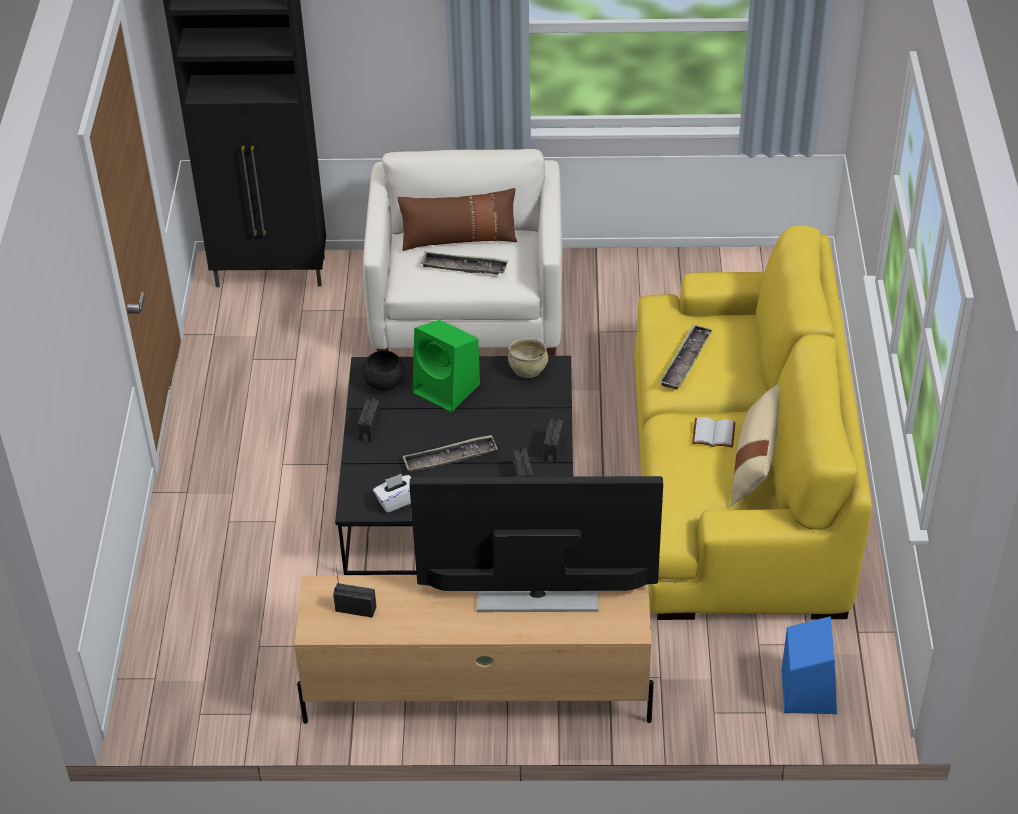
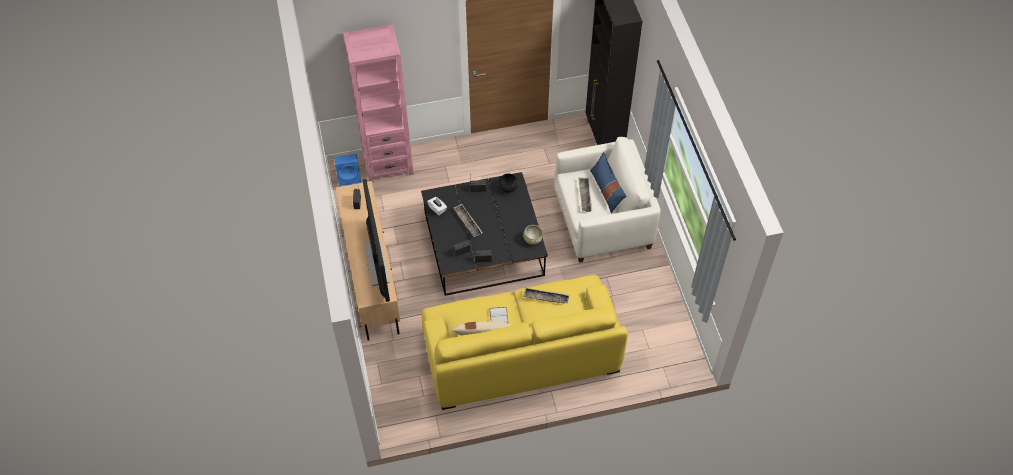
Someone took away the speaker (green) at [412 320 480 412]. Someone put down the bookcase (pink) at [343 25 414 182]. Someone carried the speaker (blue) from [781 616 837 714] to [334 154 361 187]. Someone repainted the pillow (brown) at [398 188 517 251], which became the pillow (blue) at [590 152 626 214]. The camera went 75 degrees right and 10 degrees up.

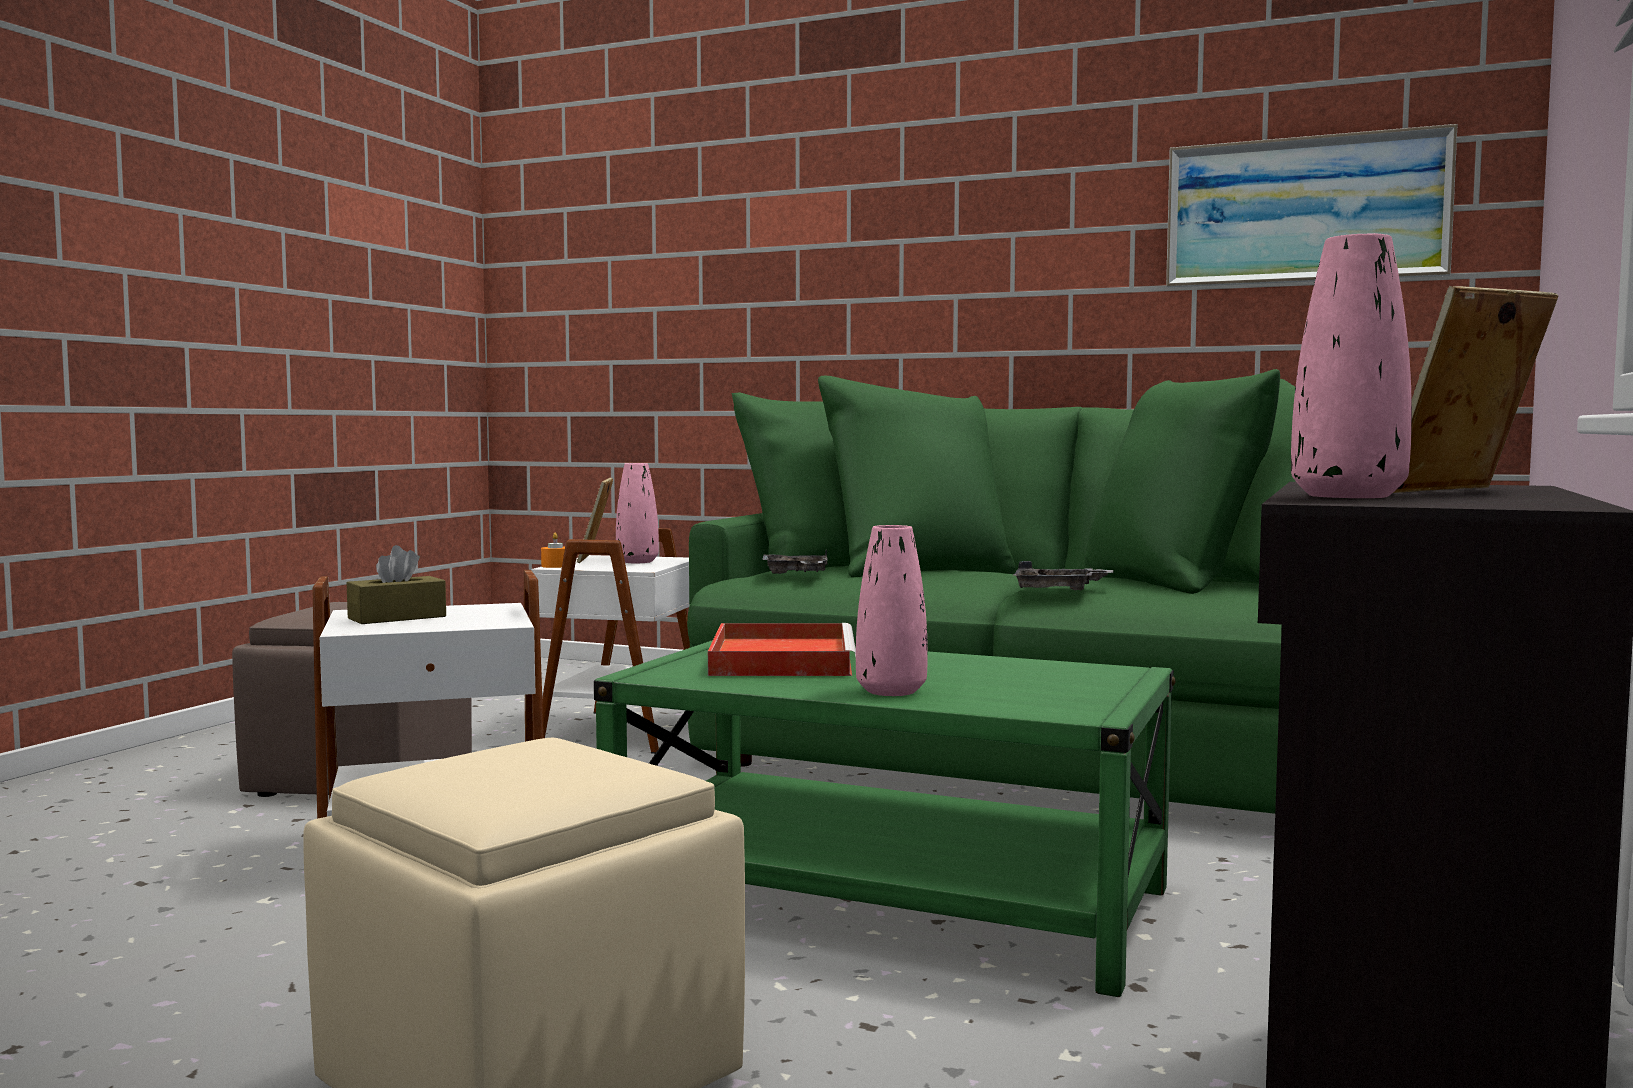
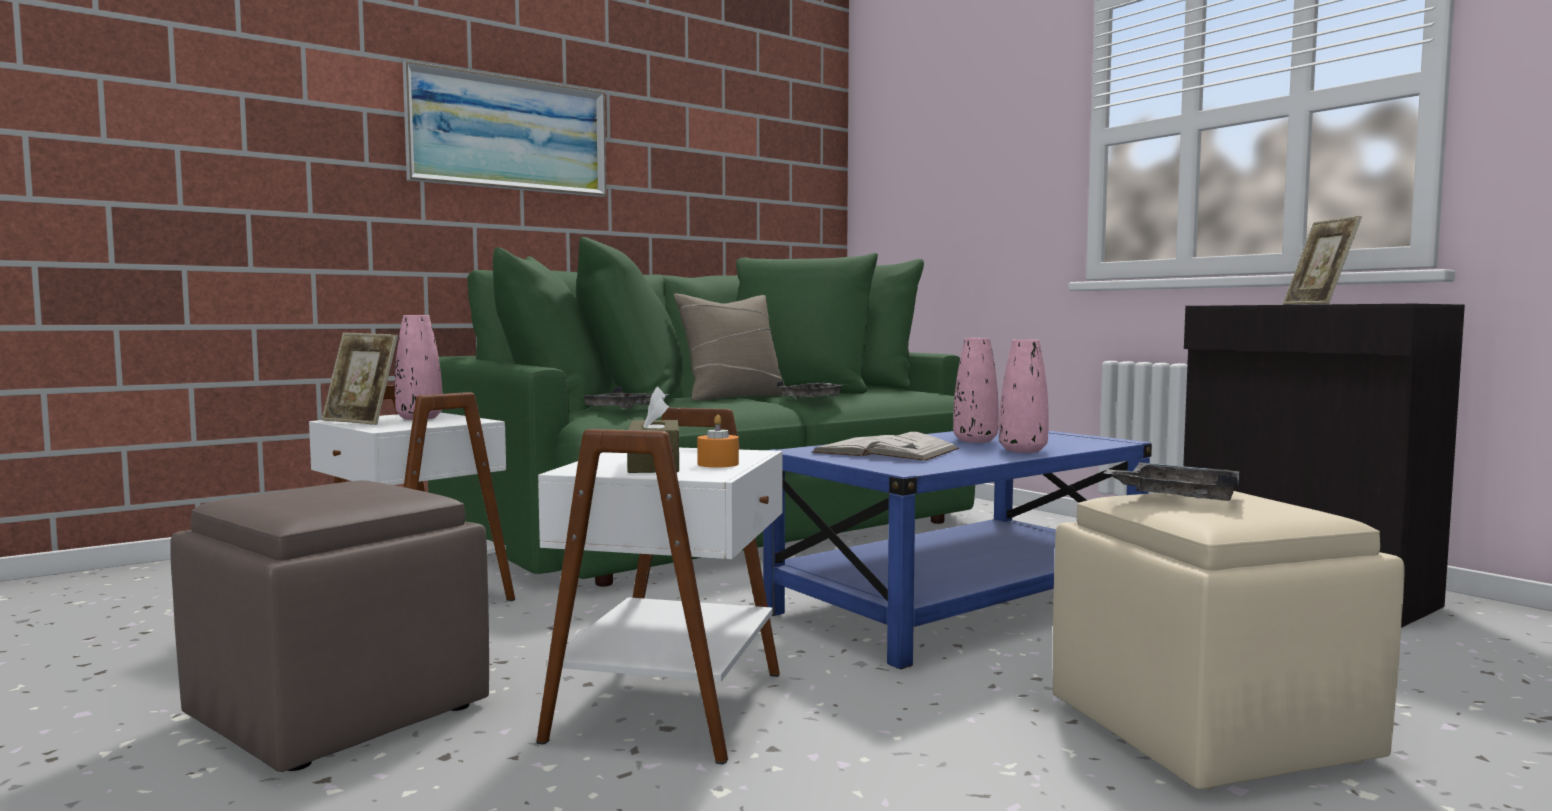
Someone put down the pillow (beige) at [674 294 785 401]. Someone put down the tray (grey) at [1104 462 1239 501]. Someone carried the candle (orange) from [541 533 565 568] to [697 415 739 468]. Someone carried the picture from [1166 124 1458 287] to [403 61 607 197]. Someone carried the vase (pink) from [1291 233 1412 498] to [953 338 999 443]. Someone swapped the tray (red) at [708 623 856 676] for the book (white) at [812 432 959 461]. Someone repainted the coffee table (green) at [594 640 1176 997], which became the coffee table (blue) at [763 426 1152 669]. The camera went 60 degrees left and 0 degrees up.

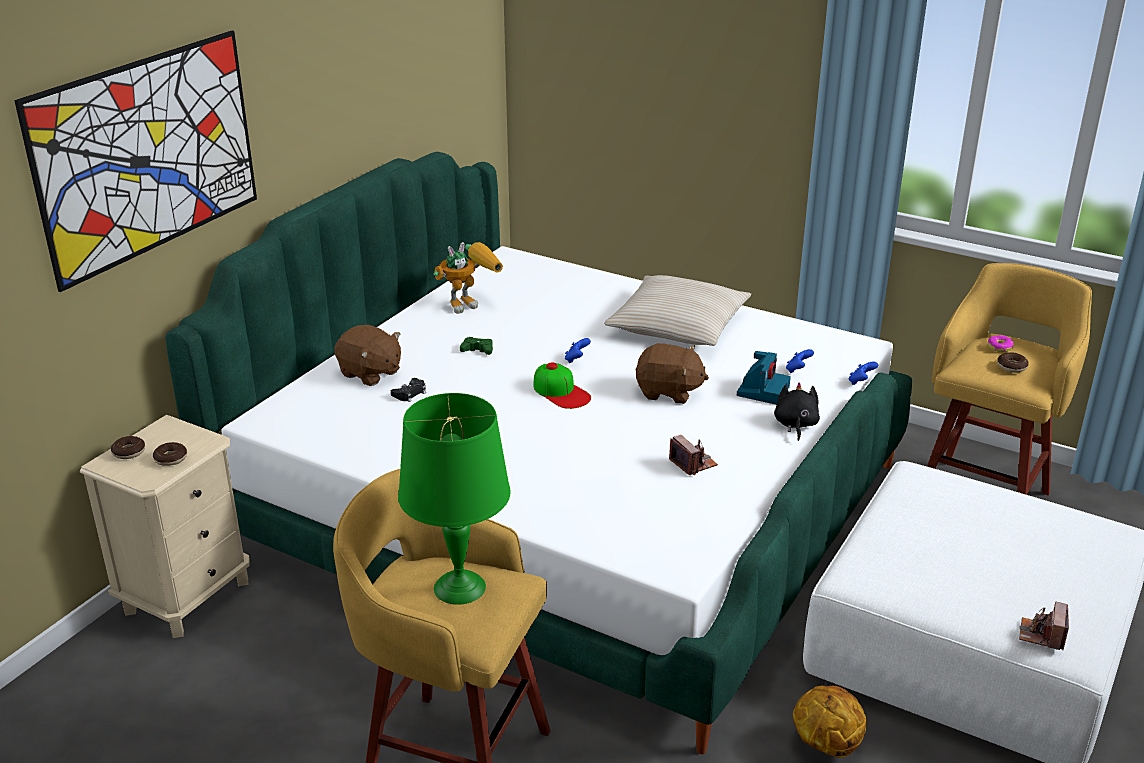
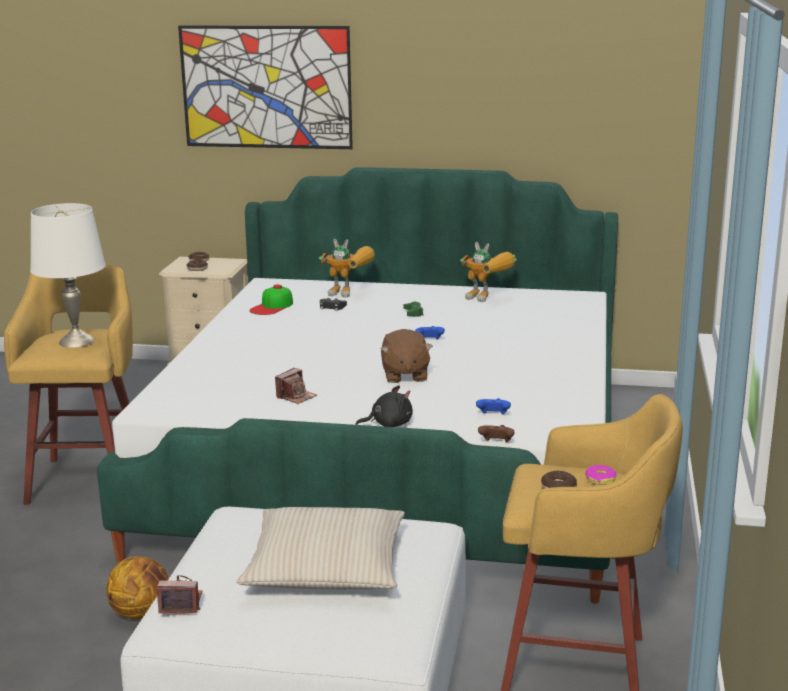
Someone took away the photo camera at [737 351 791 405]. Someone carried the cap from [533 363 591 409] to [249 284 293 315]. Someone carried the pillow (beige) from [604 275 751 346] to [236 507 405 589]. Someone swapped the plush toy (brown) at [334 325 401 386] for the toy robot at [319 239 375 297]. Someone repainted the table lamp (green) at [398 393 510 605], which became the table lamp (white) at [30 203 106 348]. Someone repainted the game controller (blue) at [849 361 878 385], which became the game controller (brown) at [478 425 515 442]. The camera went 70 degrees right and 10 degrees down.

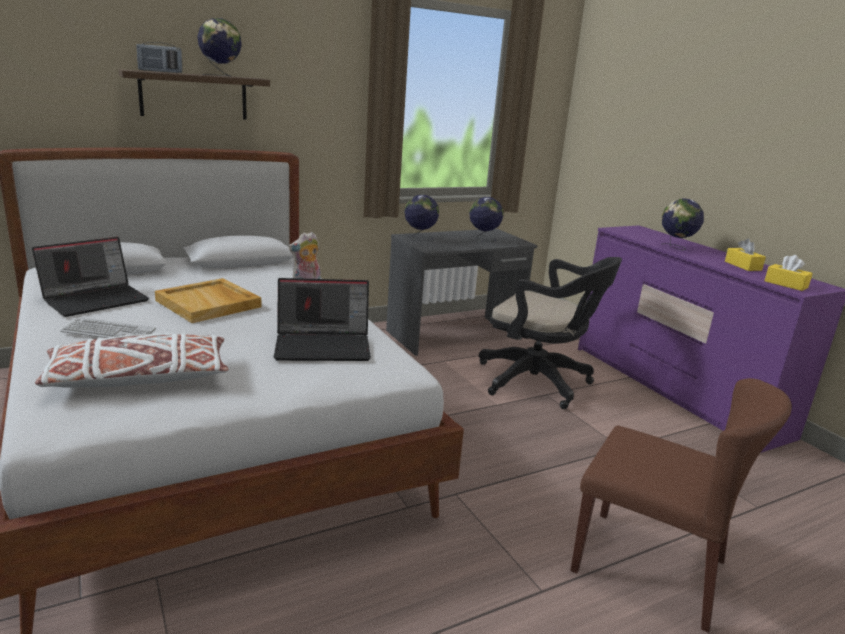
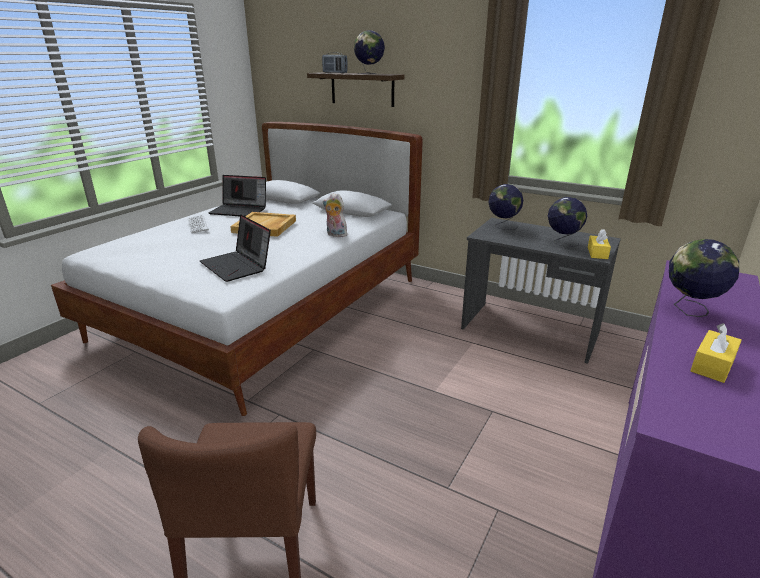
Someone took away the pillow (white) at [35 333 229 387]. Someone took away the office chair (black) at [479 257 622 409]. Someone carried the tissue box (yellow) from [765 255 813 291] to [588 229 611 259]. The camera went 60 degrees right and 5 degrees up.

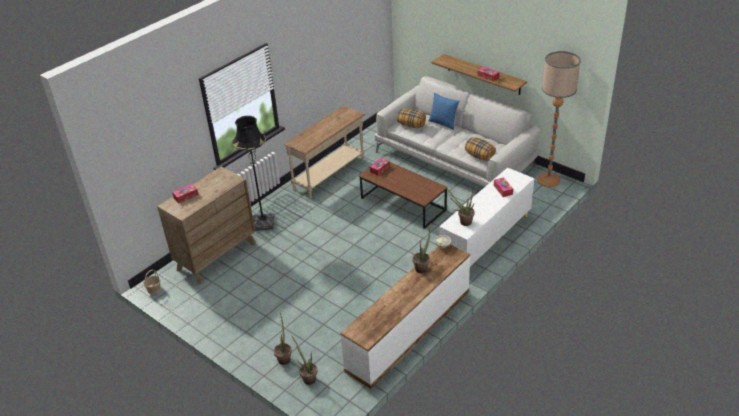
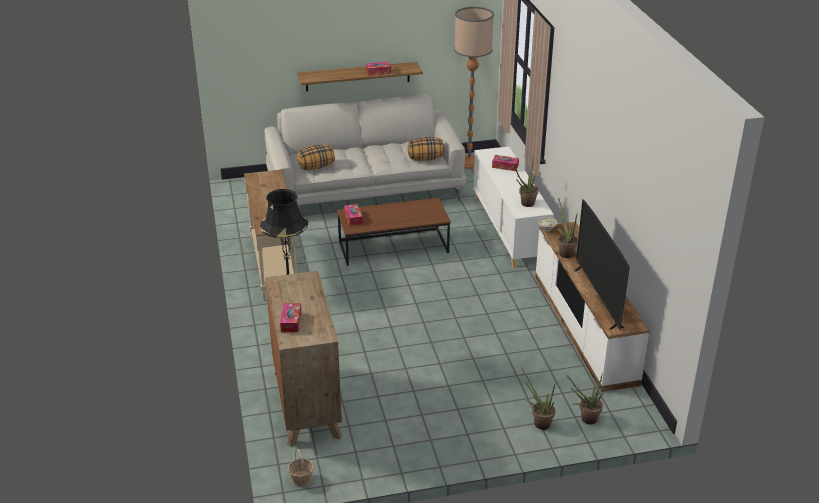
Someone took away the pillow (blue) at [428 92 460 130]. Someone put down the television at [575 199 630 330]. The camera went 55 degrees left and 5 degrees down.

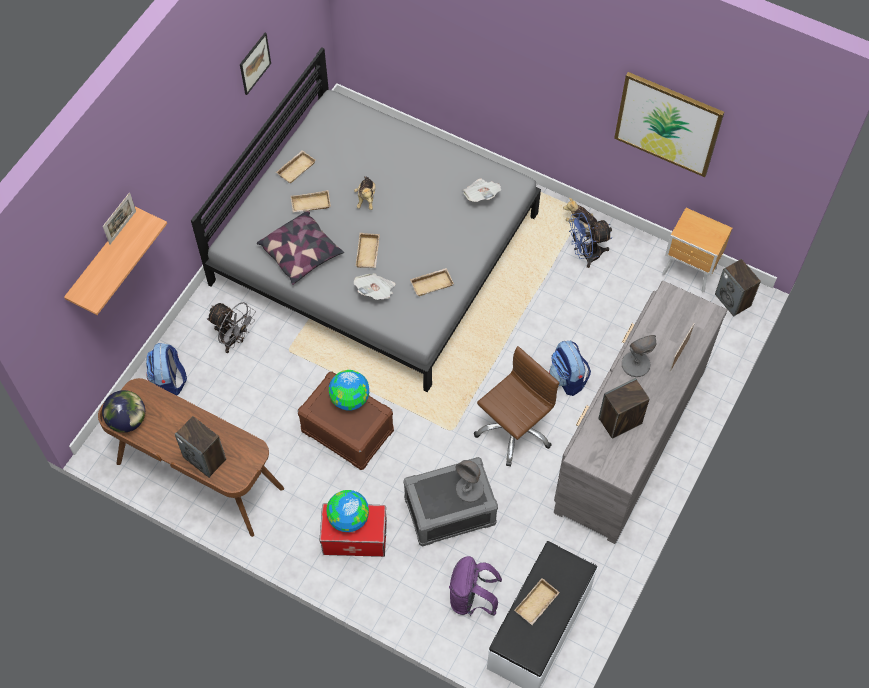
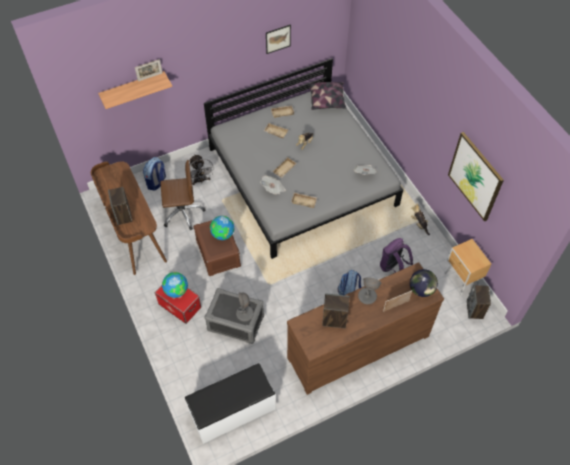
Someone took away the tray (beige) at [514 578 560 625]. Someone took away the fan (blue) at [569 212 612 268]. Someone carried the globe from [102 390 145 433] to [410 269 438 297]. Someone carried the pillow from [257 210 344 285] to [309 82 347 110]. Someone carried the backpack (purple) from [449 556 502 616] to [380 238 413 273]. Someone carried the office chair (brown) from [474 346 559 466] to [160 160 206 230]. Someone repainted the dresser (grey) at [554 281 727 544], which became the dresser (brown) at [287 262 444 395]. The camera went 35 degrees right and 5 degrees down.

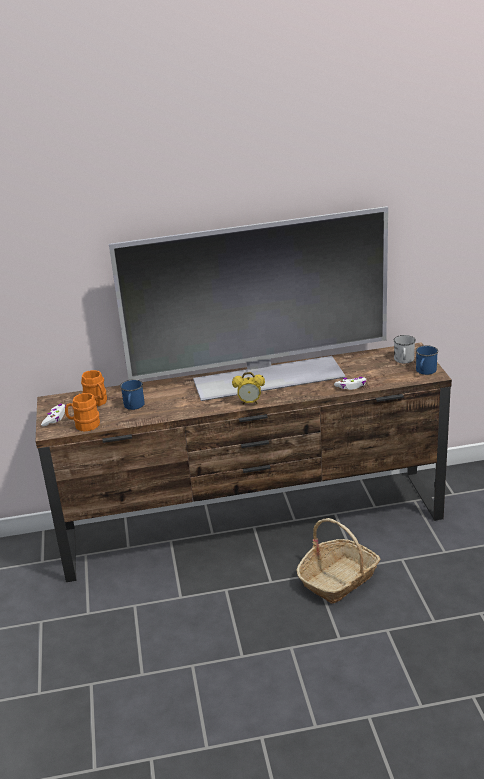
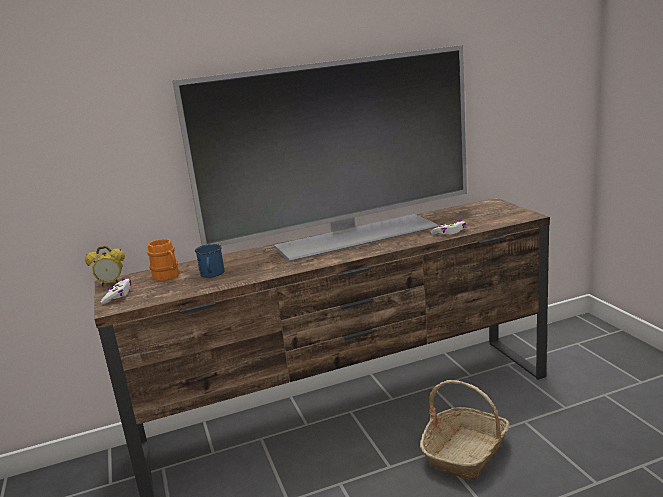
Someone took away the mug (orange) at [65 393 100 432]. Someone took away the mug (white) at [394 335 416 364]. Someone took away the mug (blue) at [416 345 438 375]. Someone carried the alarm clock from [232 372 265 405] to [85 246 125 286]. The camera went 10 degrees left and 10 degrees down.

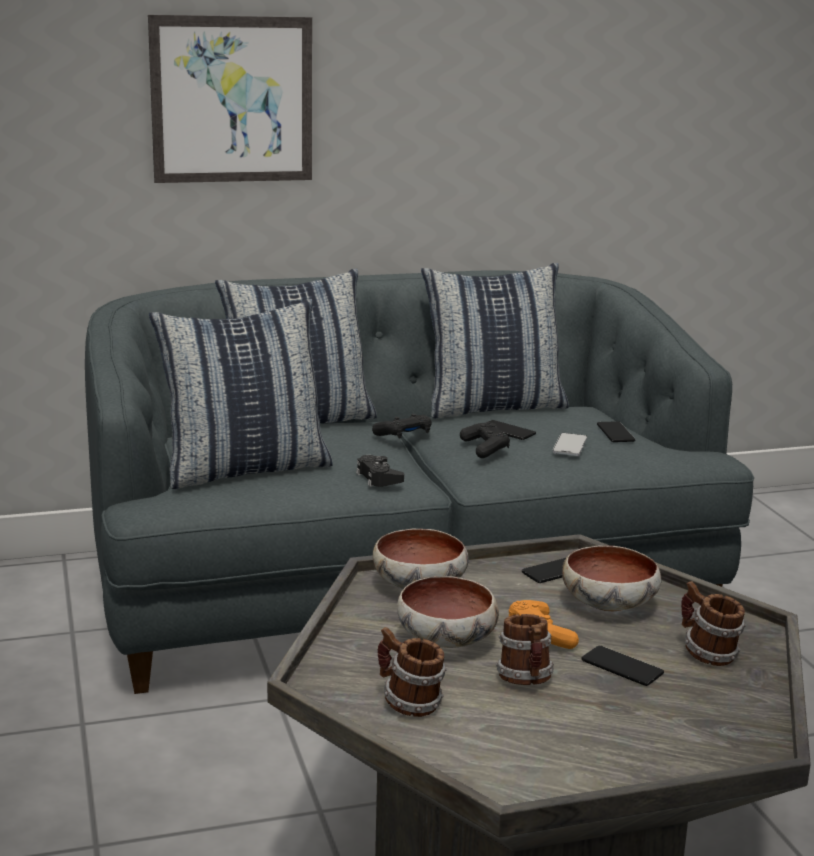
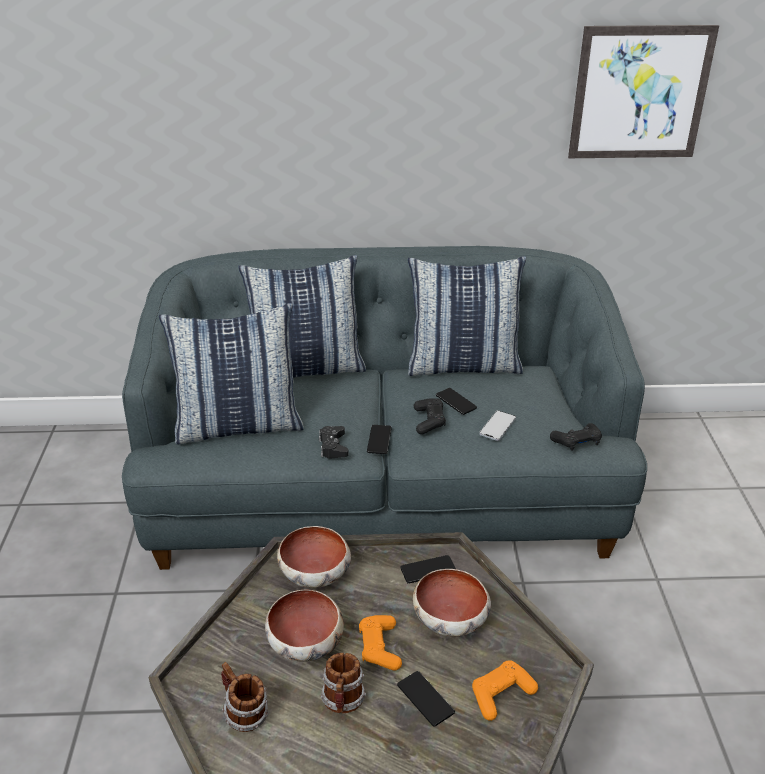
Someone carried the picture from [148 15 312 183] to [568 25 719 158]. Someone carried the game controller (black) from [372 414 432 438] to [550 423 602 451]. Someone carried the phone from [597 421 635 442] to [367 425 392 454]. Someone swapped the mug at [681 581 746 666] for the game controller (orange) at [472 660 538 721]. The camera went 15 degrees right and 15 degrees up.

